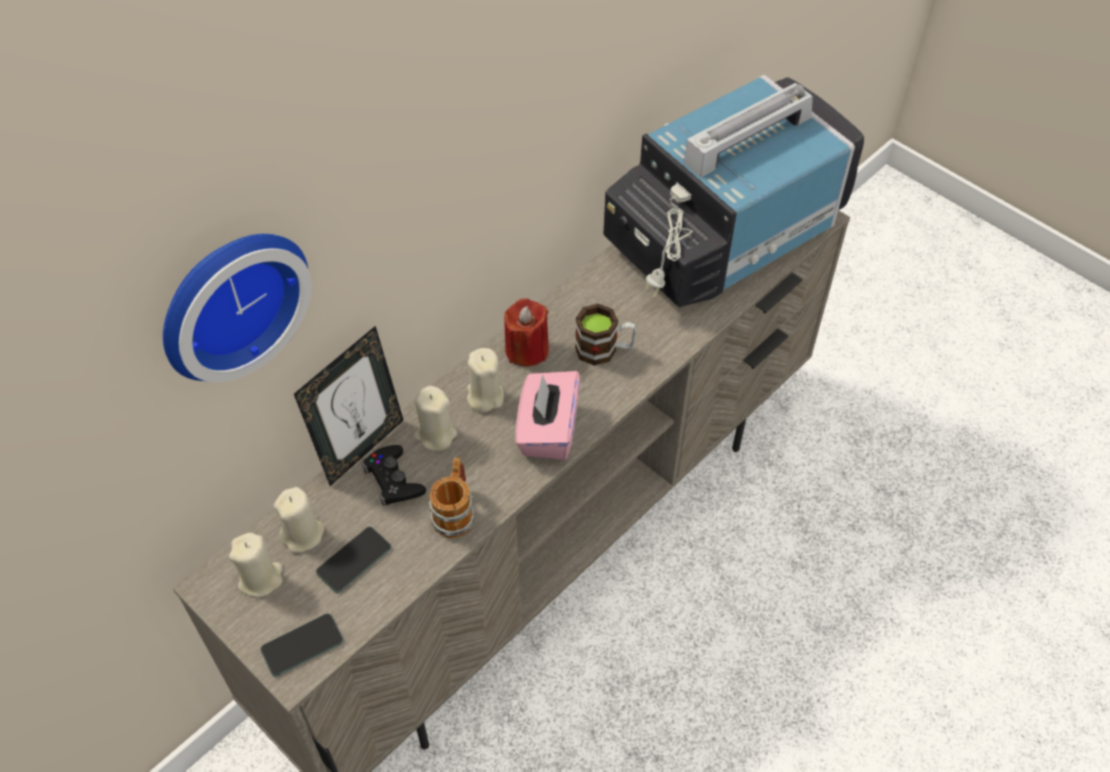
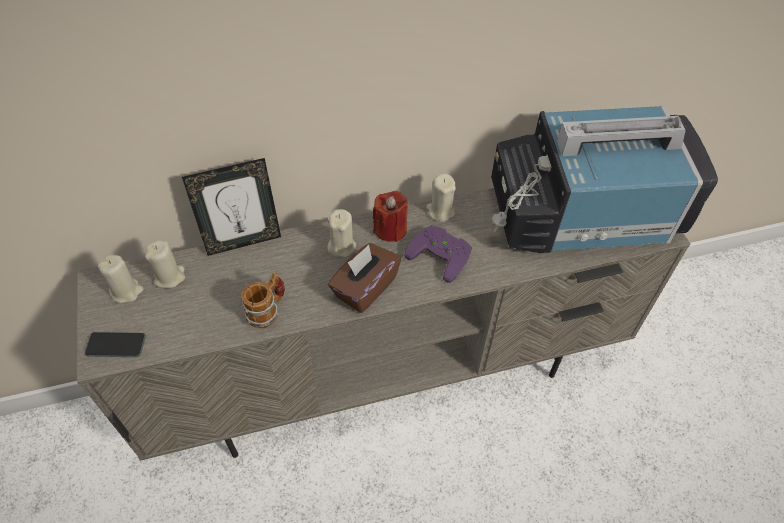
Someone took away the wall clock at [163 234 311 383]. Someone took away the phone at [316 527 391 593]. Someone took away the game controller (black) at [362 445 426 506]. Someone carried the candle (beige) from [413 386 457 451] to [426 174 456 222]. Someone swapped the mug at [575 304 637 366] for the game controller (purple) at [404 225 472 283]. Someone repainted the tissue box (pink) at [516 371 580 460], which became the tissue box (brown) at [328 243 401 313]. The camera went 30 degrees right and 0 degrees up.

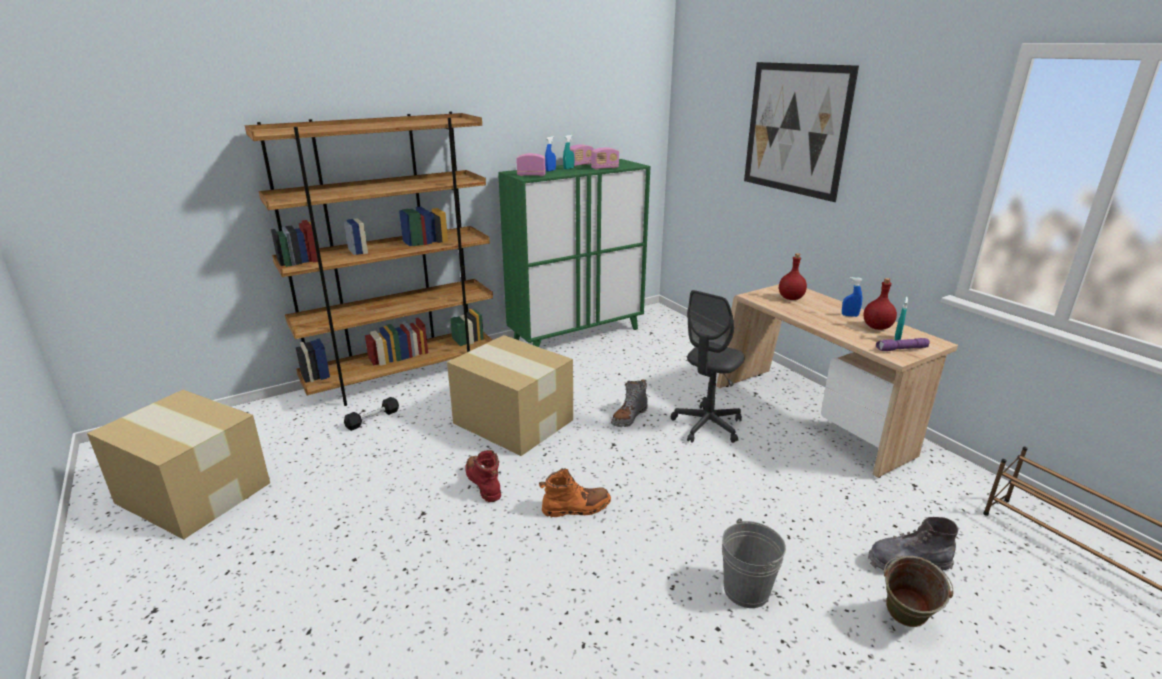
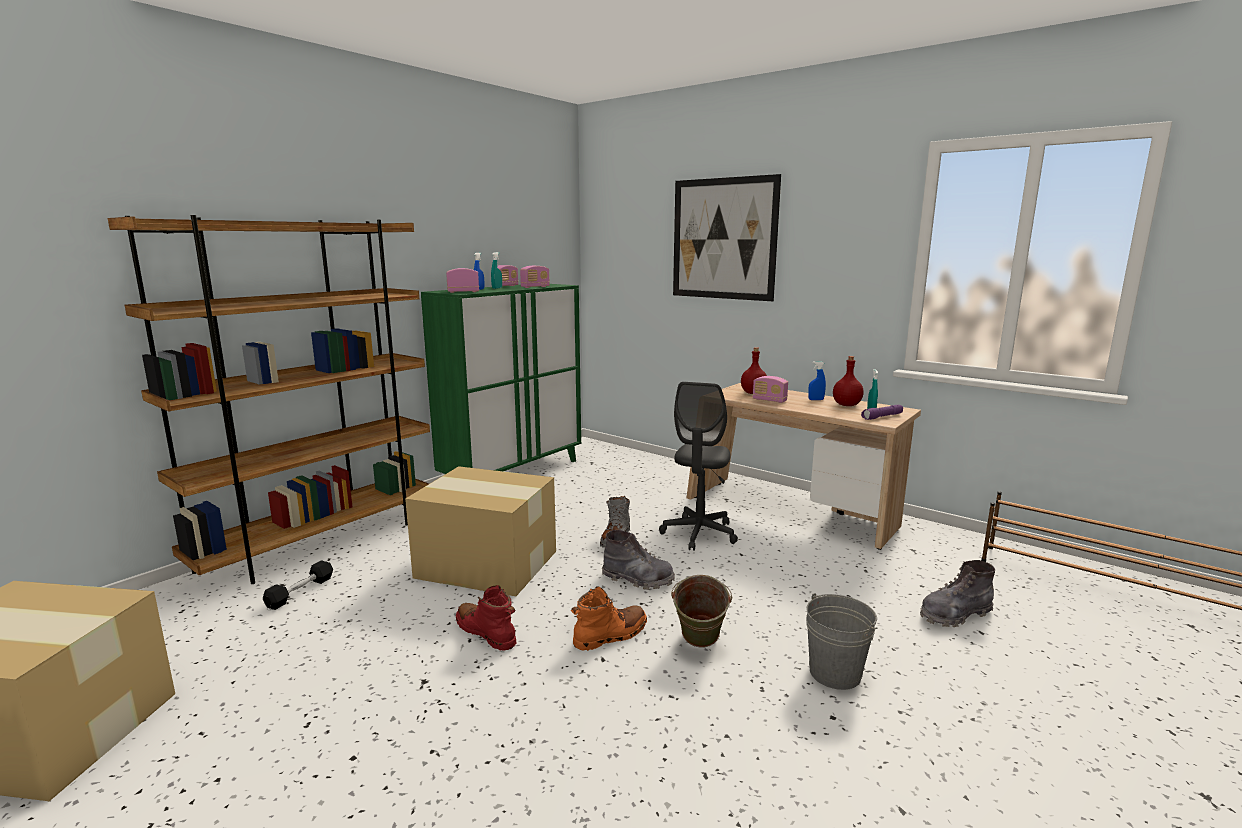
Someone put down the boot (grey) at [602 530 675 590]. Someone put down the radio at [753 376 788 403]. Someone carried the bucket (green) from [884 556 954 627] to [671 575 732 648]. The camera went 20 degrees left and 10 degrees down.

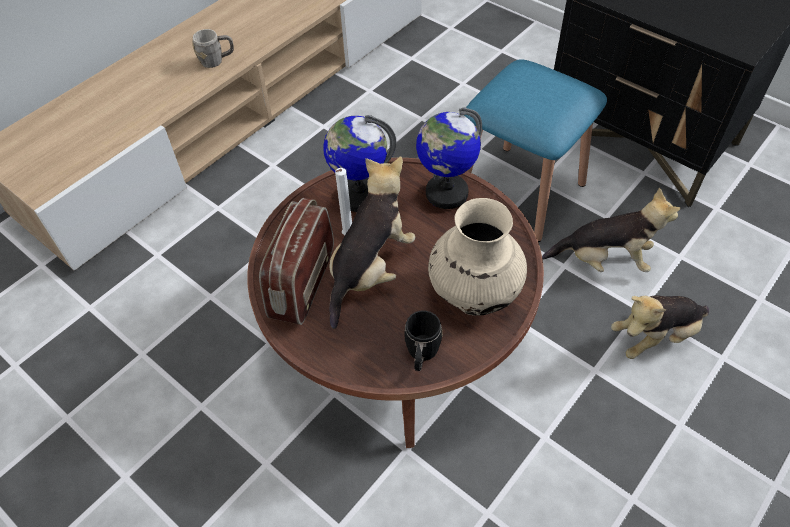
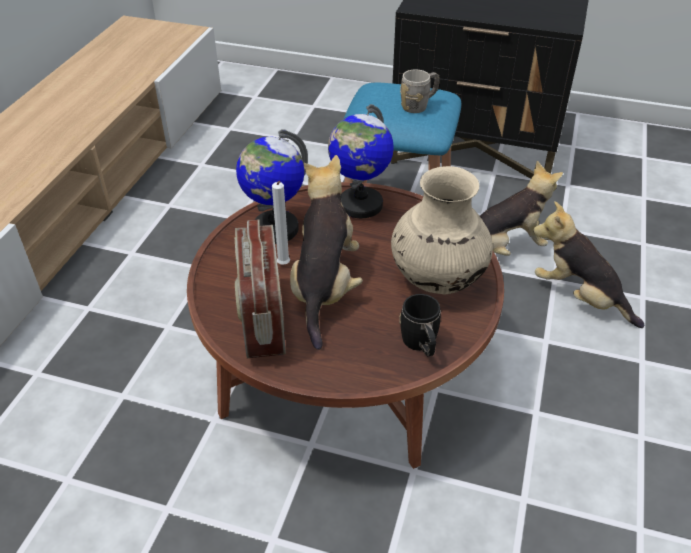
Someone carried the mug (grey) from [192 29 234 68] to [400 69 440 113]. Someone rotated the plush toy at [611 295 709 359] by 90 degrees clockwise. The camera went 25 degrees left and 10 degrees down.

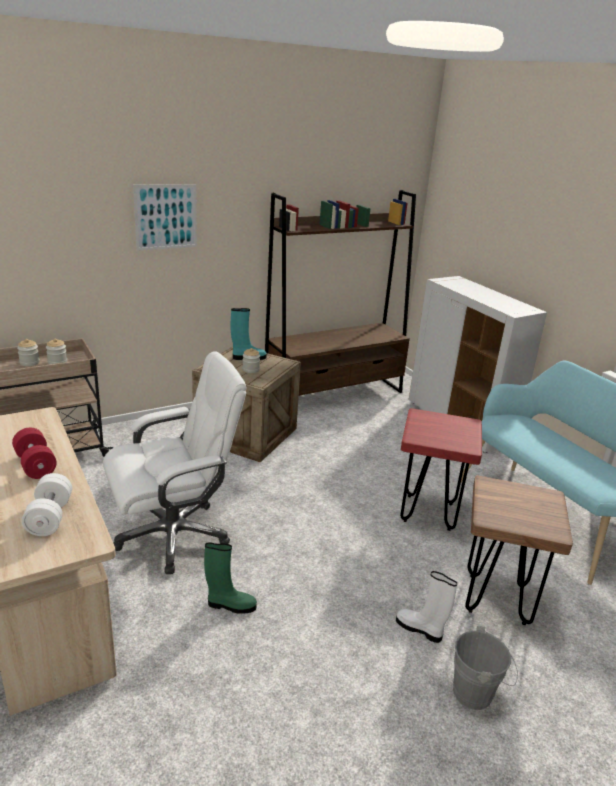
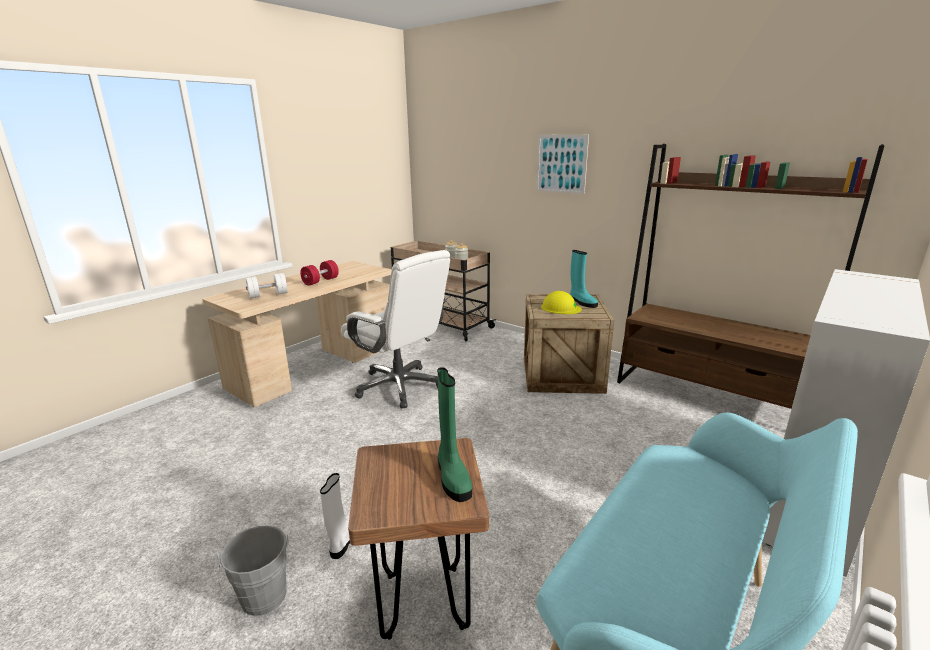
Someone took away the stool (red) at [400 408 482 531]. Someone carried the boot (green) from [204 542 257 614] to [437 367 472 502]. Someone swapped the jar at [242 348 260 373] for the hard hat (yellow) at [541 291 582 314]. The camera went 70 degrees right and 5 degrees down.

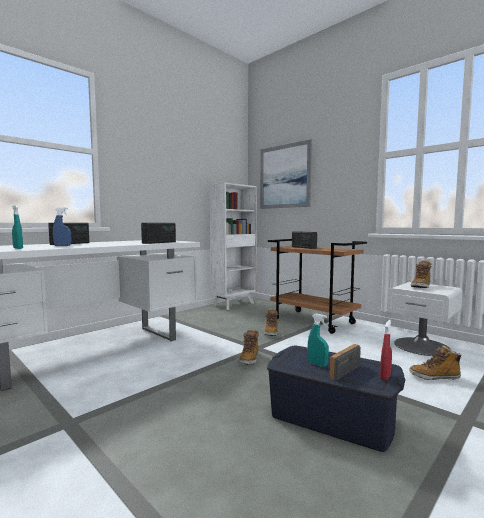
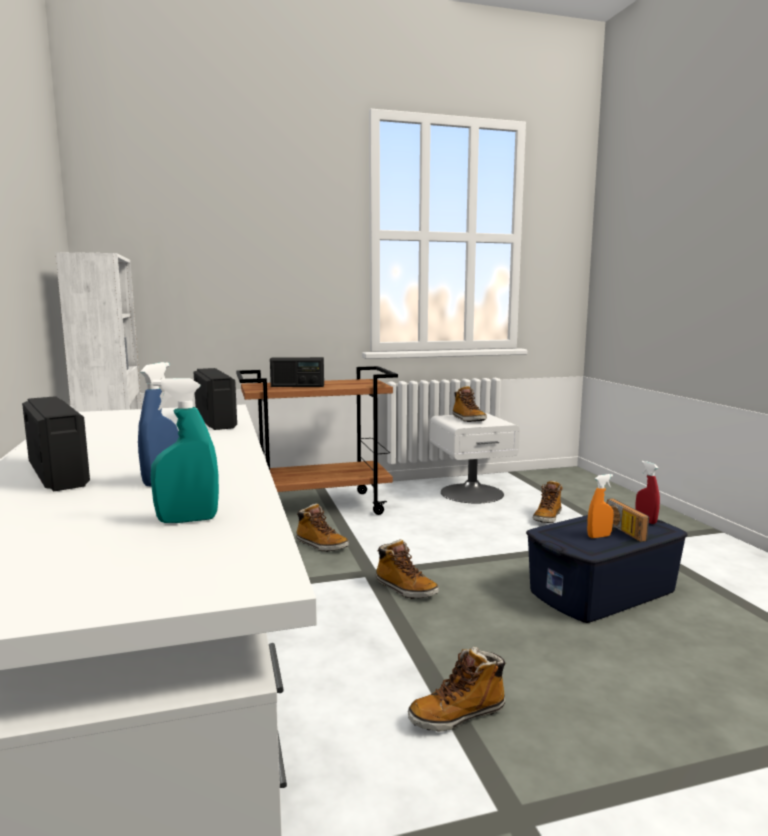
Someone took away the picture at [260 139 312 209]. Someone put down the boot at [408 646 506 731]. Someone repainted the spray bottle (turquoise) at [307 314 329 367], which became the spray bottle (orange) at [587 474 614 538]. The camera went 60 degrees left and 5 degrees up.

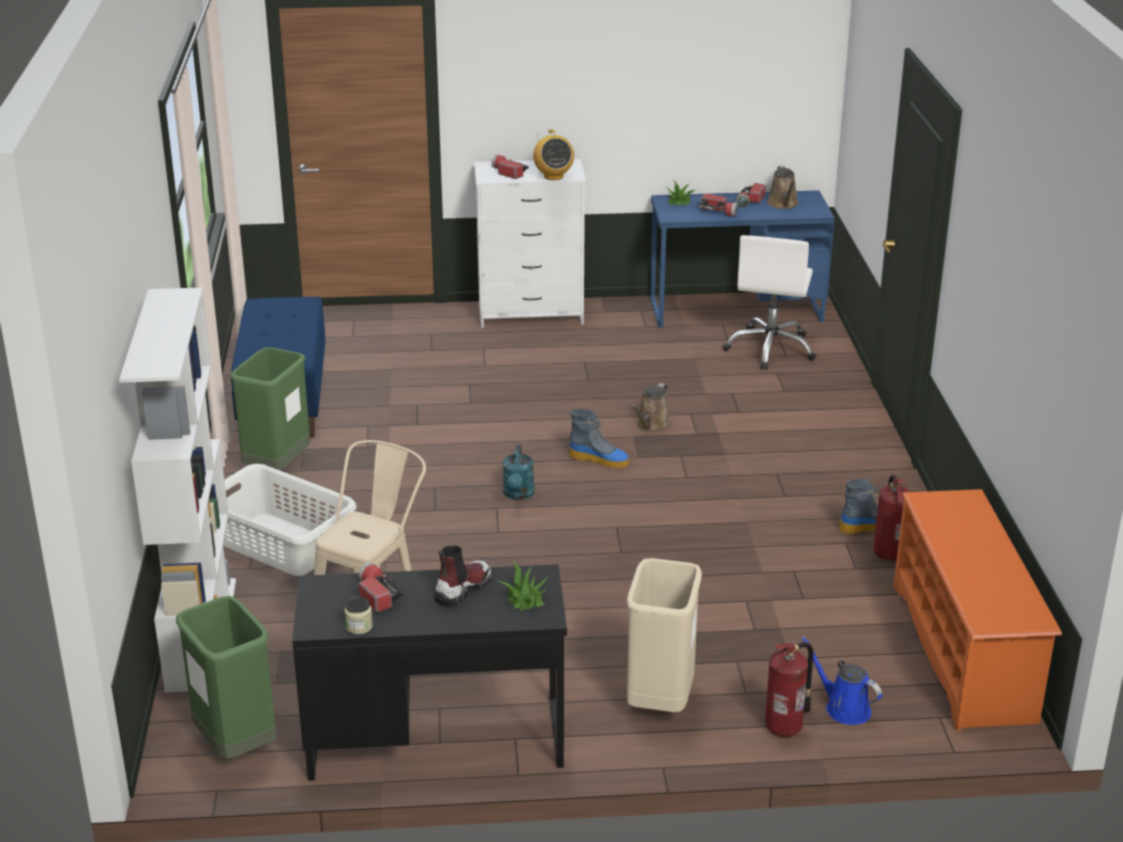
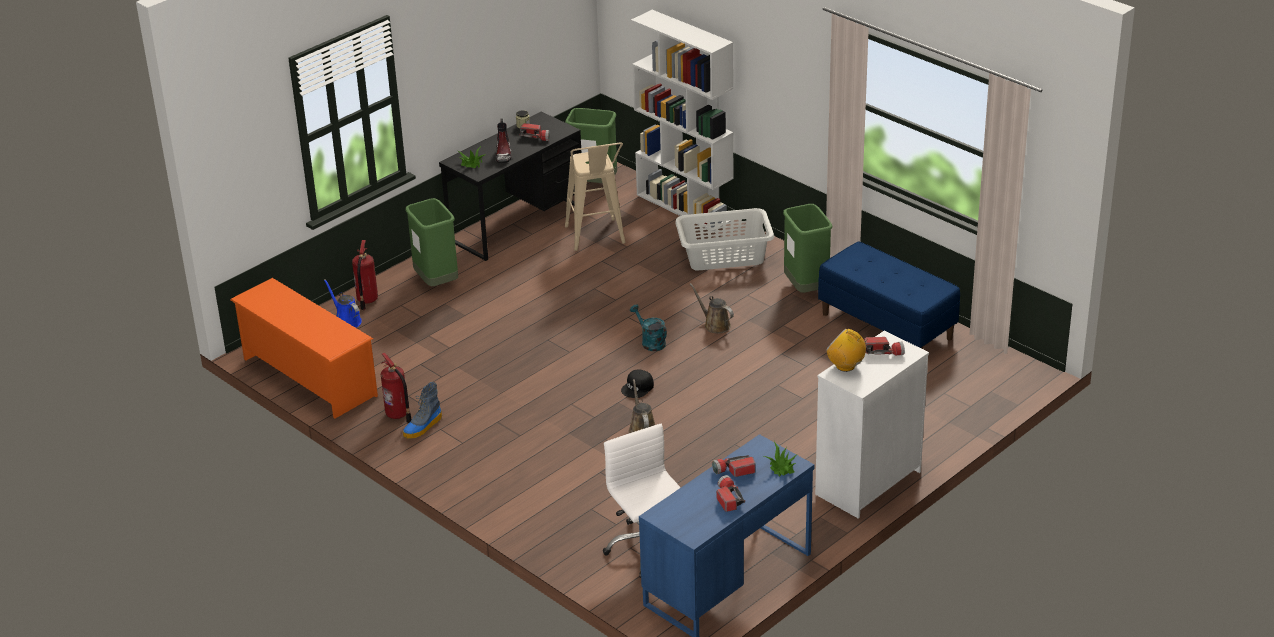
Someone carried the watering can (brown) from [767 166 798 209] to [690 283 734 333]. Someone swapped the boot at [569 409 629 469] for the cap (black) at [621 369 654 398]. Someone repainted the trash can (beige) at [627 558 702 712], which became the trash can (green) at [406 198 458 286]. Someone rotated the watering can (blue) at [802 636 882 725] by 135 degrees counterclockwise. The camera went 140 degrees right and 5 degrees up.

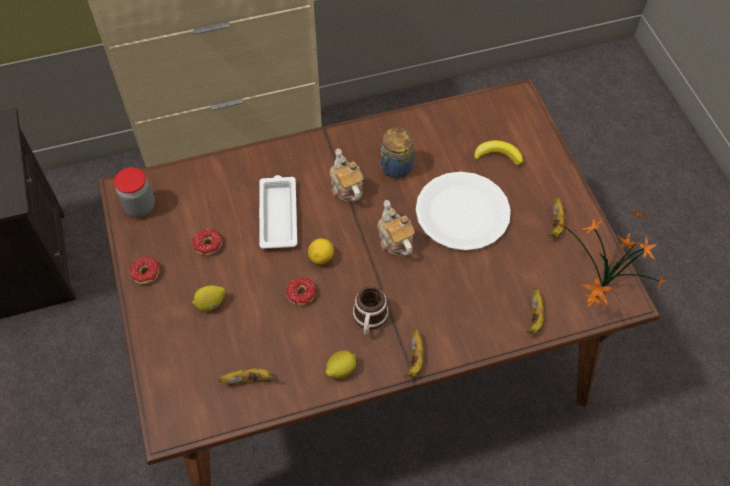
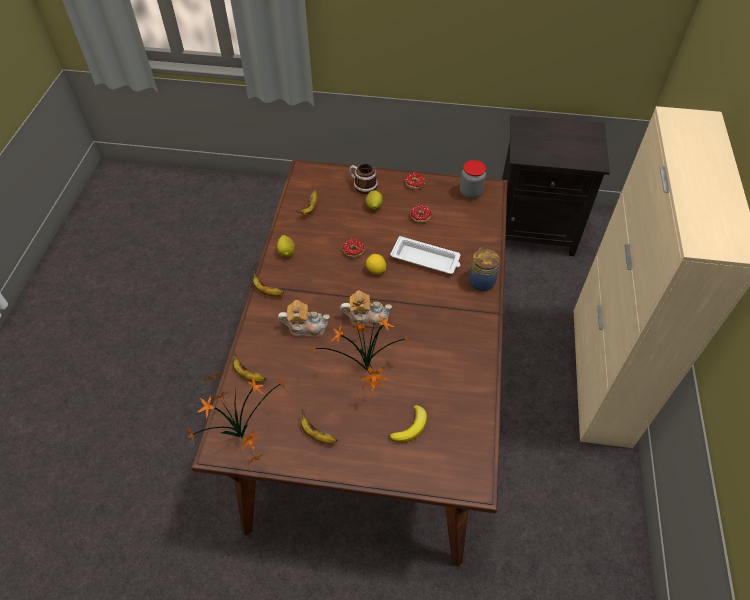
Someone carried the teapot from [330 148 364 202] to [278 300 330 337]. Someone carried the mug from [353 286 389 335] to [350 163 378 194]. Someone carried the jar from [380 127 414 178] to [468 248 500 291]. Someone swapped the plate (white) at [416 172 511 251] for the potted plant at [312 300 410 391]. The camera went 115 degrees right and 5 degrees down.

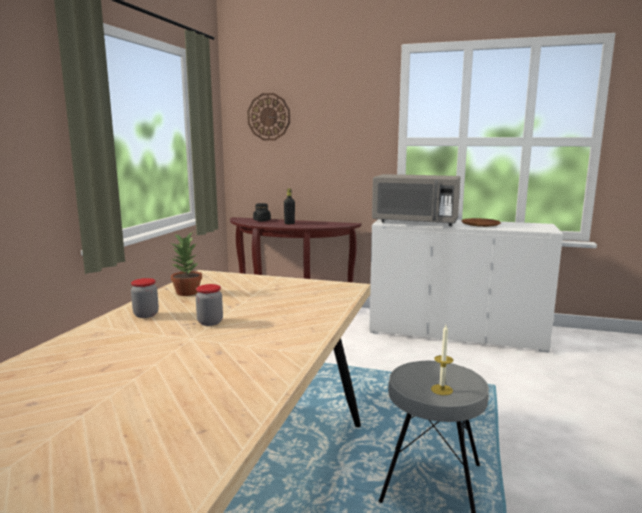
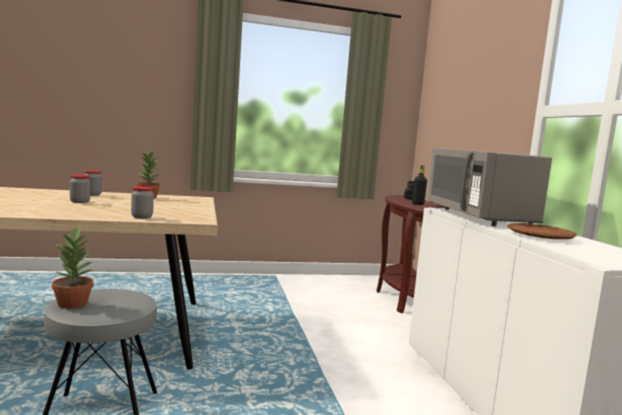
Someone took away the wall clock at [247 93 290 140]. Someone put down the jar at [131 186 154 219]. Someone swapped the candle at [431 325 453 395] for the potted plant at [52 226 94 309]. The camera went 60 degrees right and 5 degrees down.

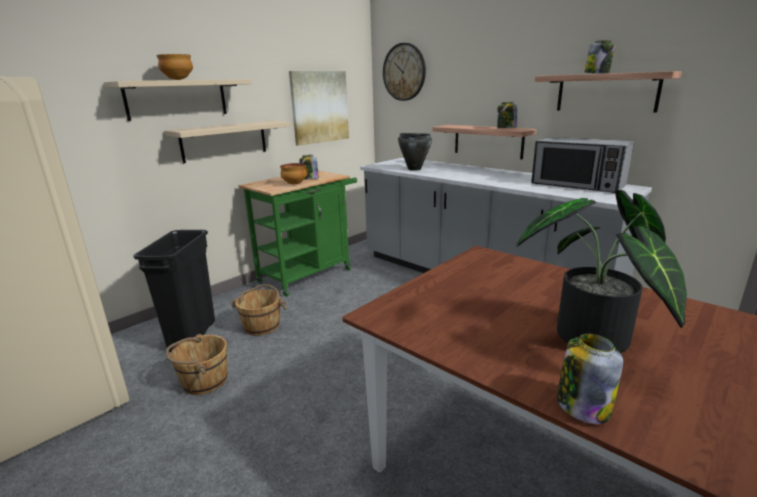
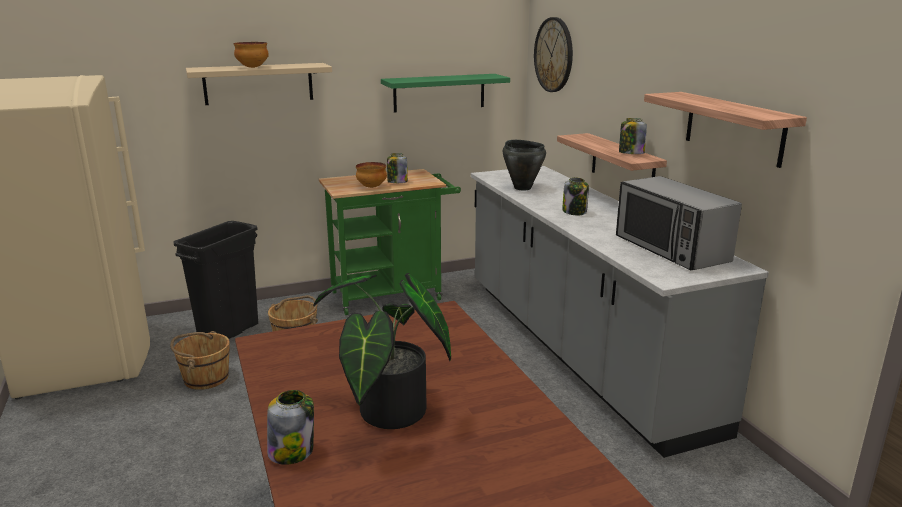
Someone took away the shelf (beige) at [164 121 291 163]. Someone carried the jar from [585 40 615 73] to [562 177 589 215]. Someone swapped the picture at [289 71 349 146] for the shelf (green) at [381 74 510 113]. The camera went 25 degrees right and 0 degrees up.

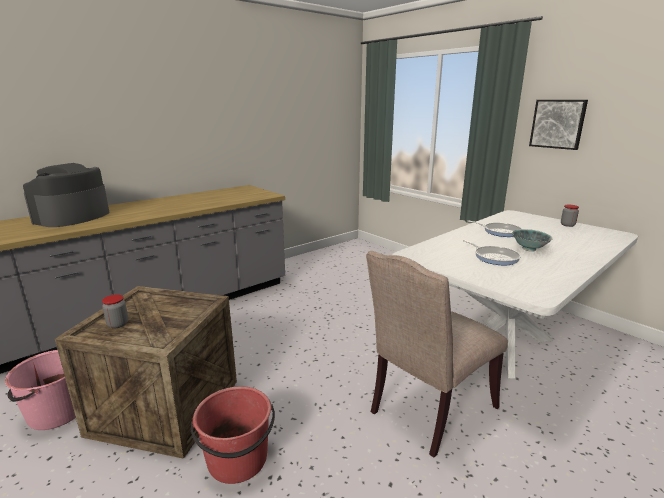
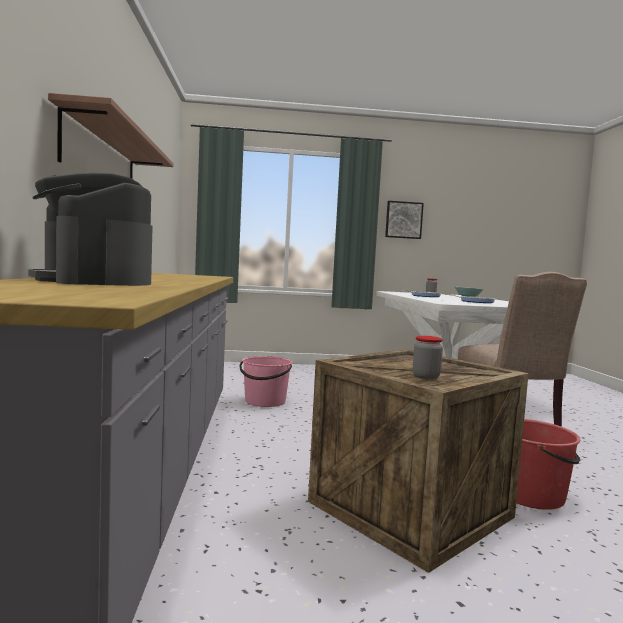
Someone put up the shelf at [48 93 174 179]. Someone carried the bucket (pink) from [5 350 76 430] to [240 356 292 407]. The camera went 55 degrees left and 15 degrees down.

